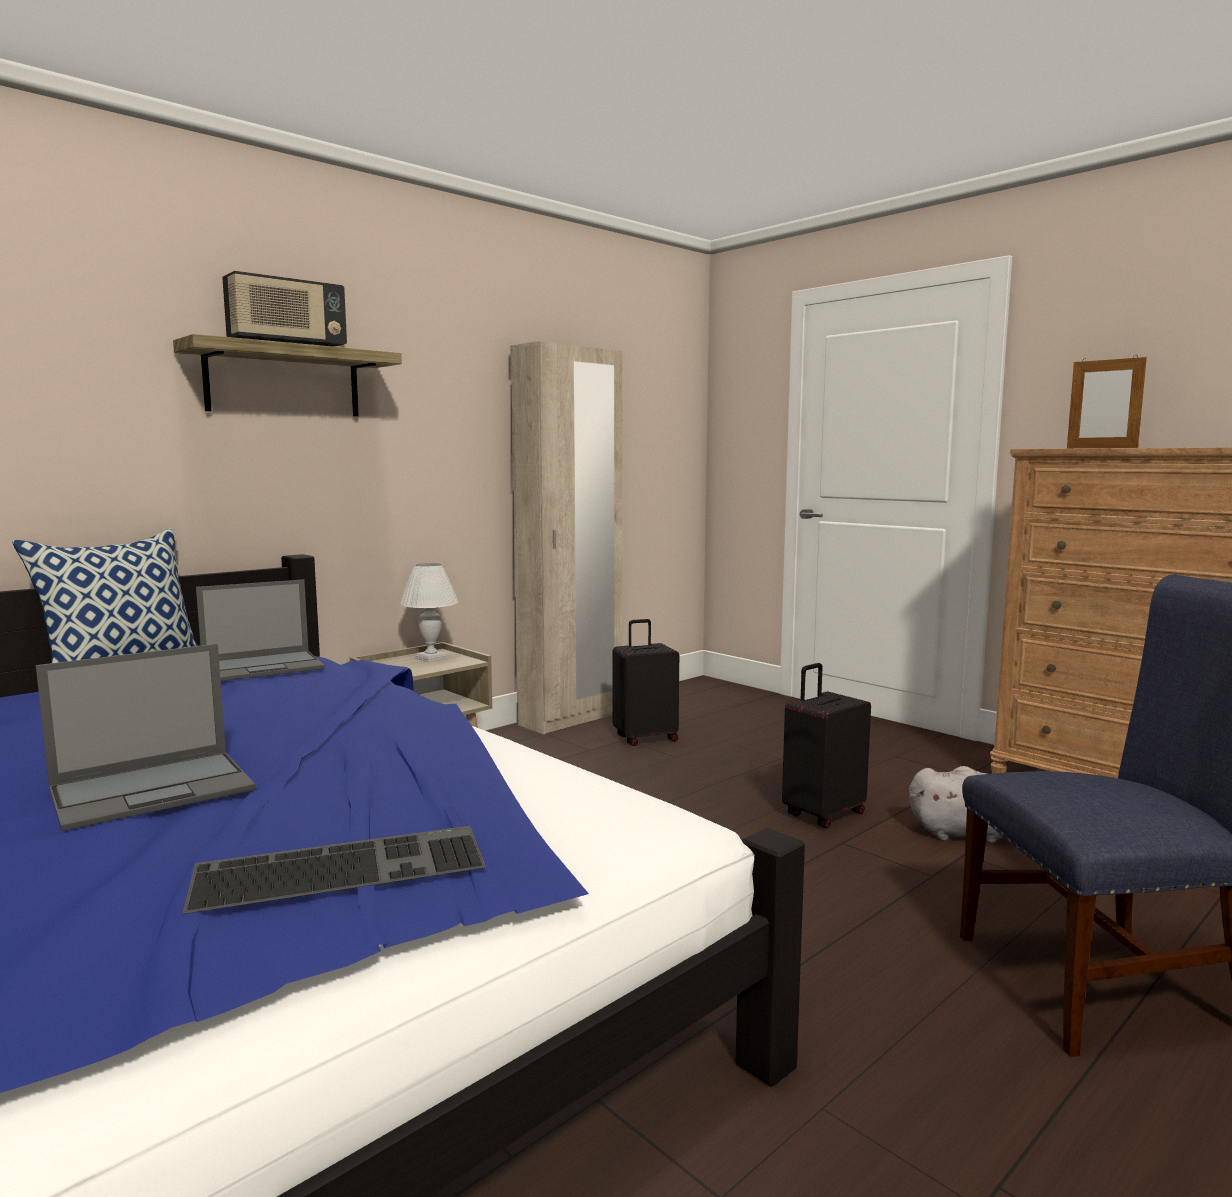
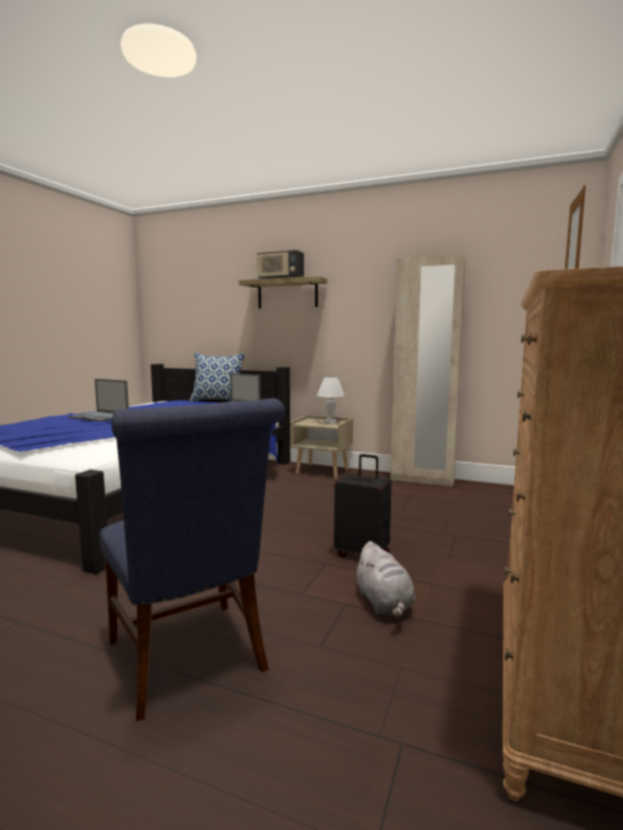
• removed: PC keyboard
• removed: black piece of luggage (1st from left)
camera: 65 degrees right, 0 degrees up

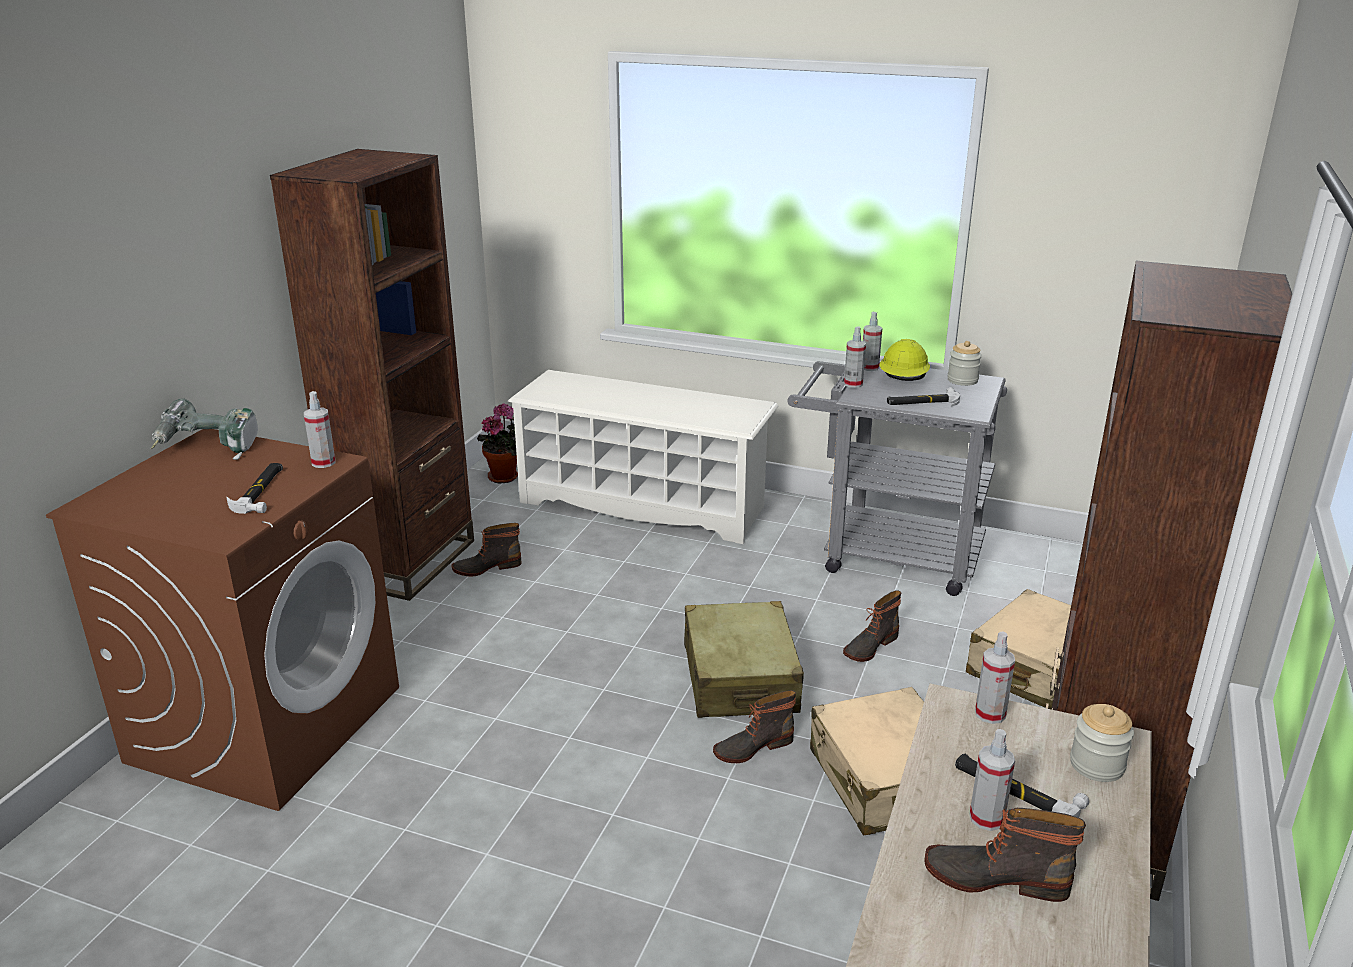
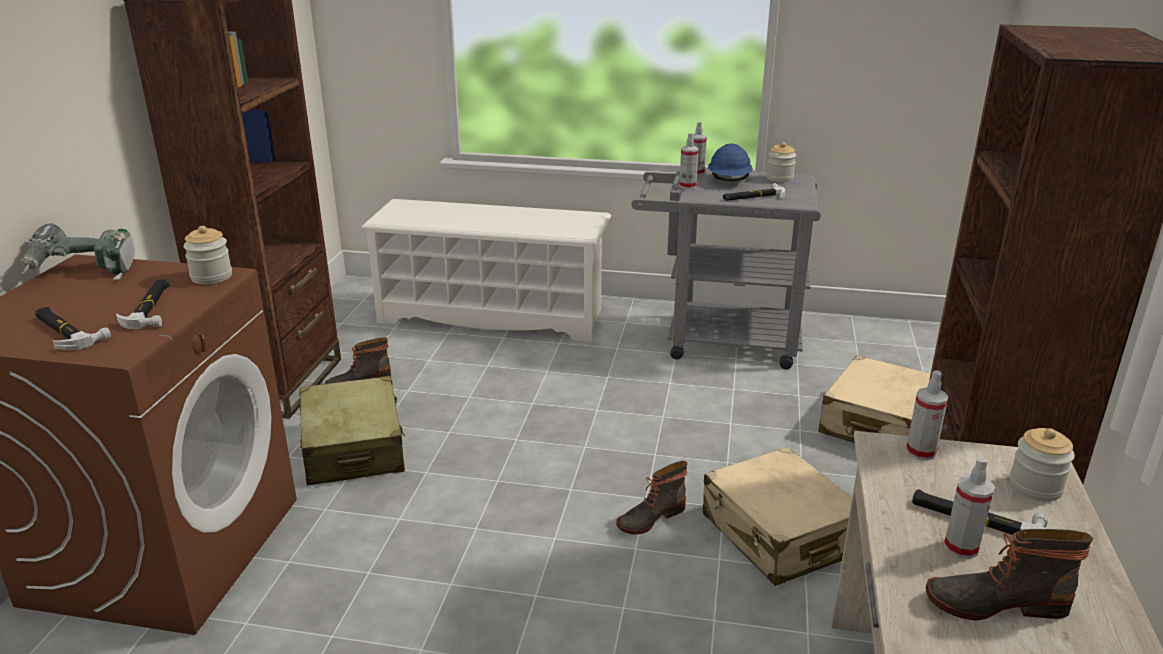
• removed: potted plant
• removed: tall boot (3rd from left)
• added: hand hammer (1st from left)
• moved: beige-coloured piece of luggage (1st from left)
• replaced: sprayer (1st from left) to preserve jar (1st from left)
• recoloured: yellow safety helmet to blue-coloured safety helmet
camera: 10 degrees left, 0 degrees up

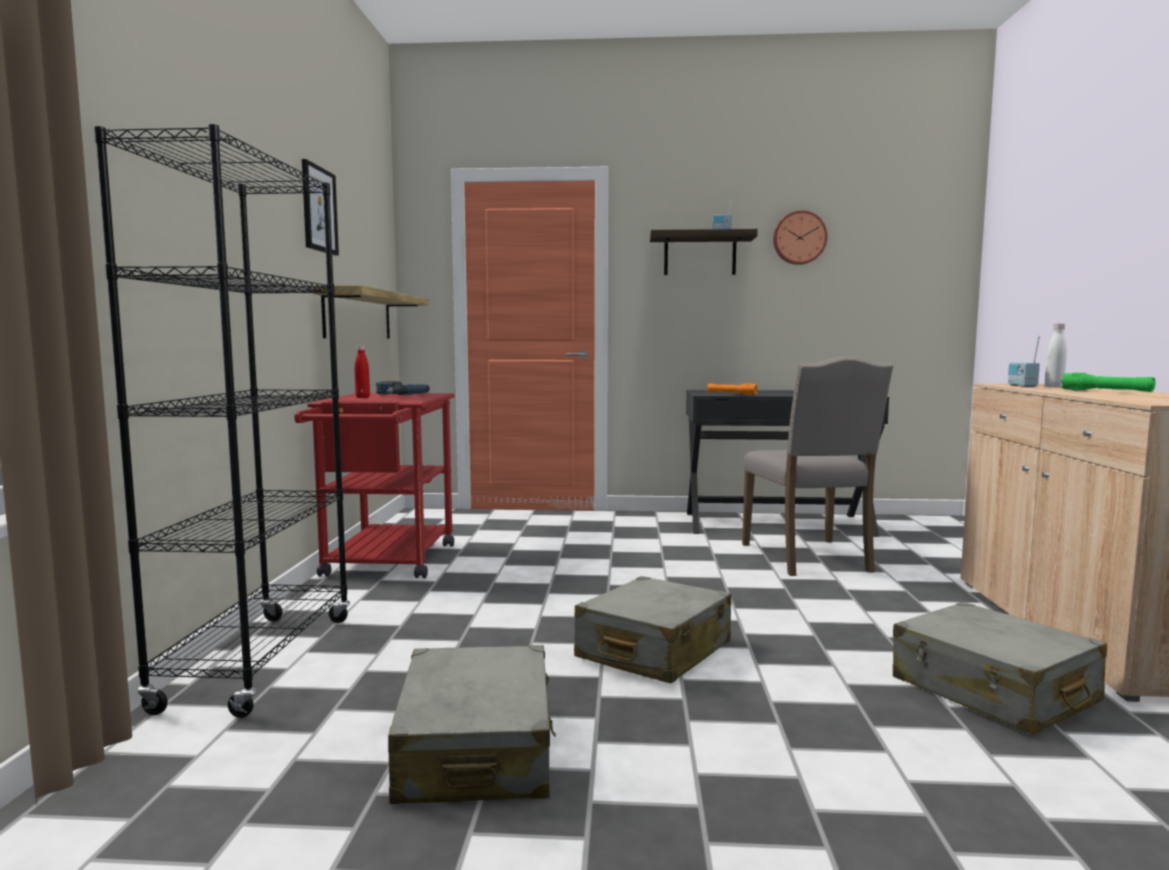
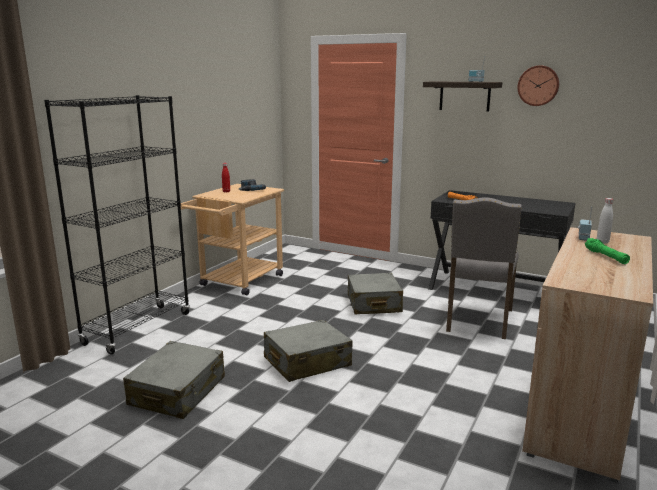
• removed: wall picture
• removed: shelf (1st from left)
• moved: grey piece of luggage (3rd from left)
• recoloured: red-coloured trolley to beige-coloured trolley
camera: 25 degrees right, 10 degrees up

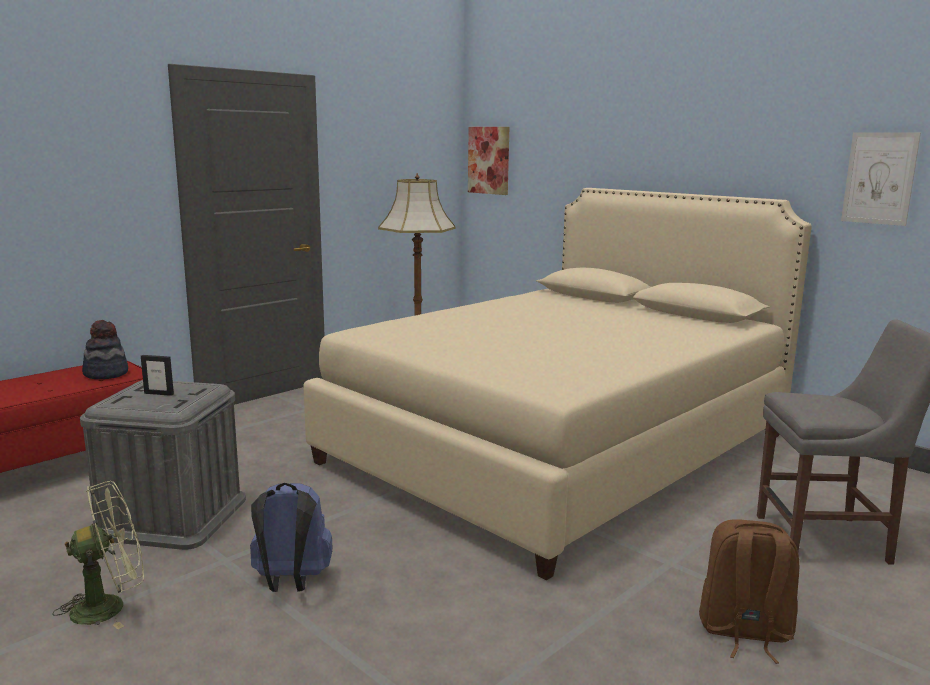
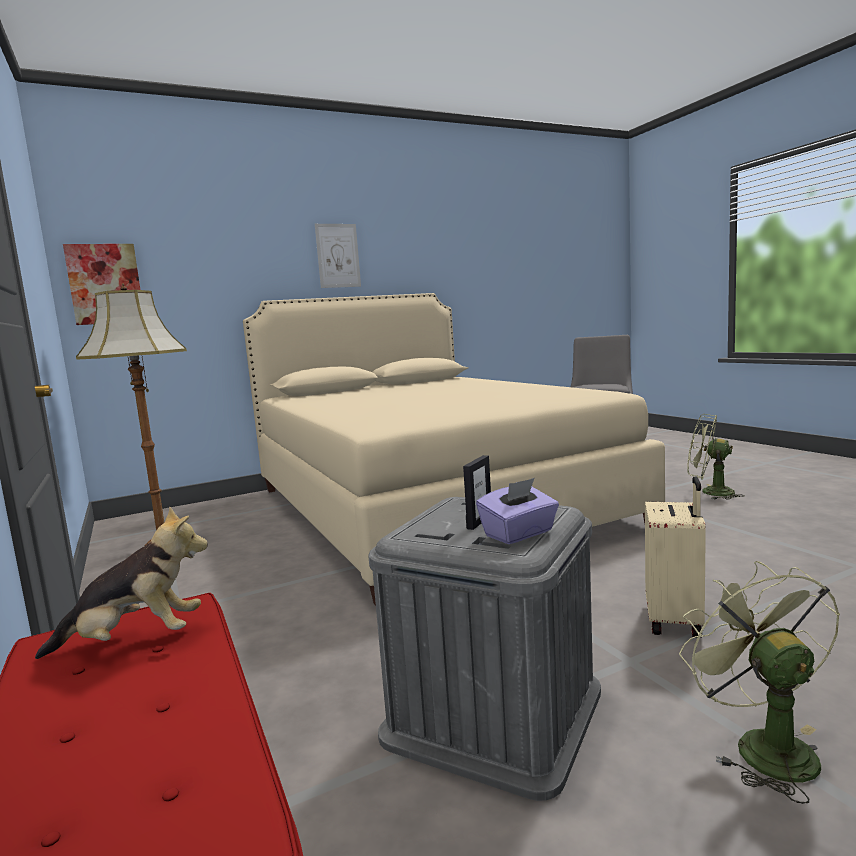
• added: purplish tissue box
• moved: wall picture (2nd from left)
• replaced: wearable hat to soft toy
• replaced: blue-coloured rucksack to beige-coloured piece of luggage
• replaced: brownish rucksack to greenish fan (1st from left)
camera: 70 degrees left, 5 degrees down

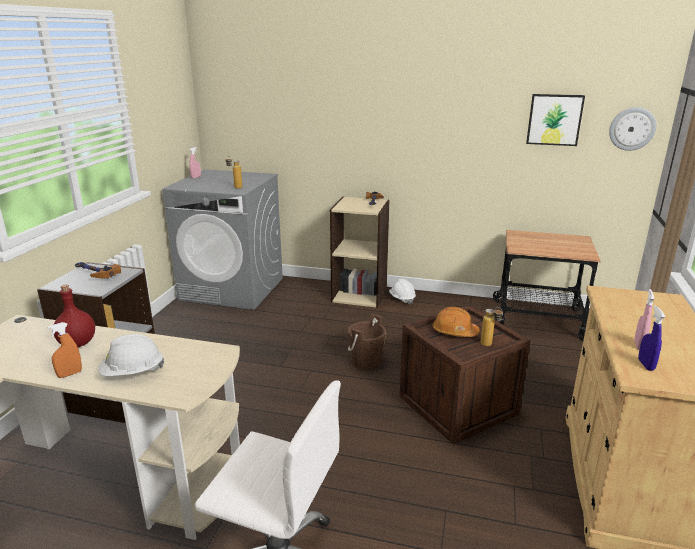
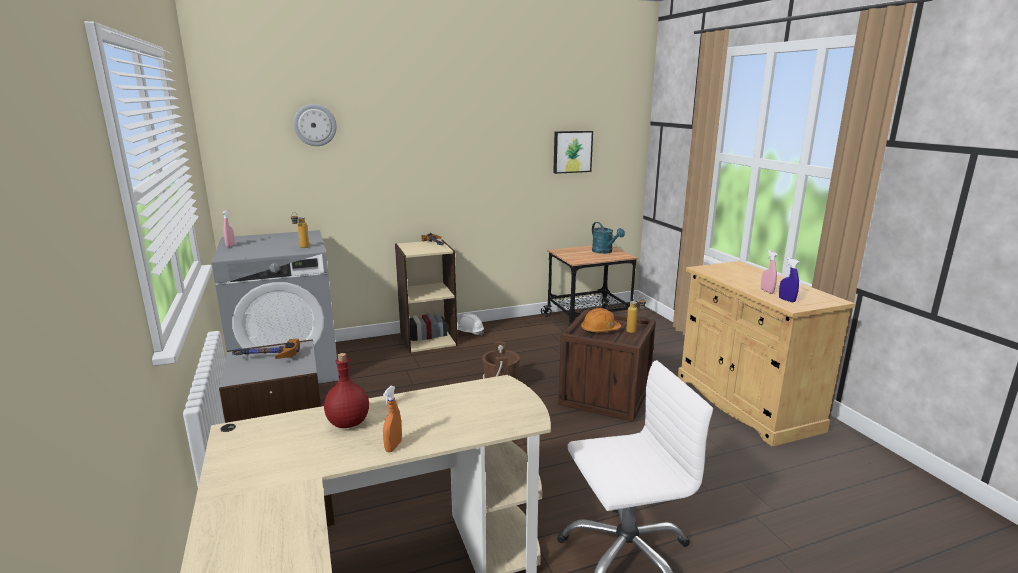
• removed: white safety helmet (1st from left)
• added: turquoise watering pot
• moved: clock on the wall
camera: 35 degrees left, 5 degrees down

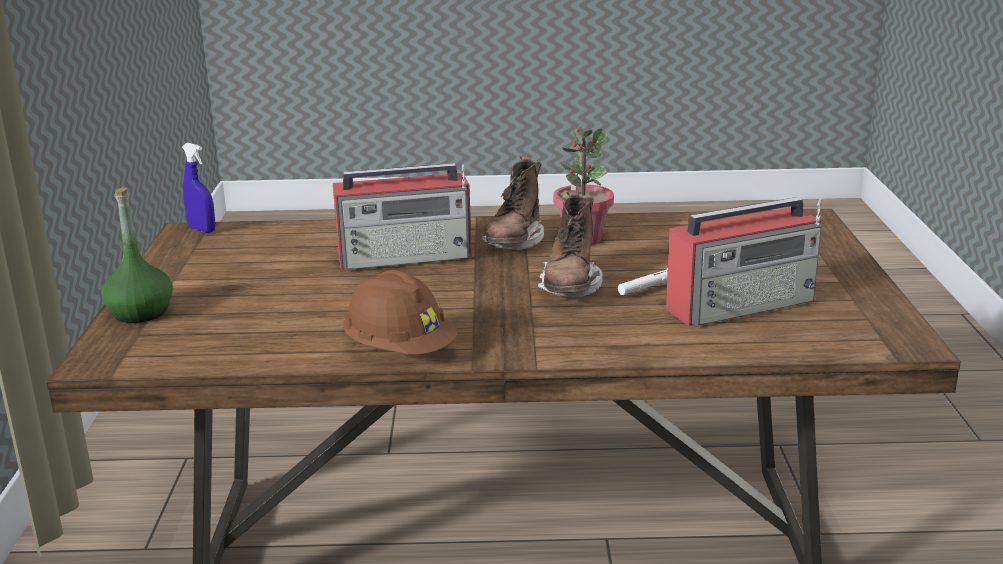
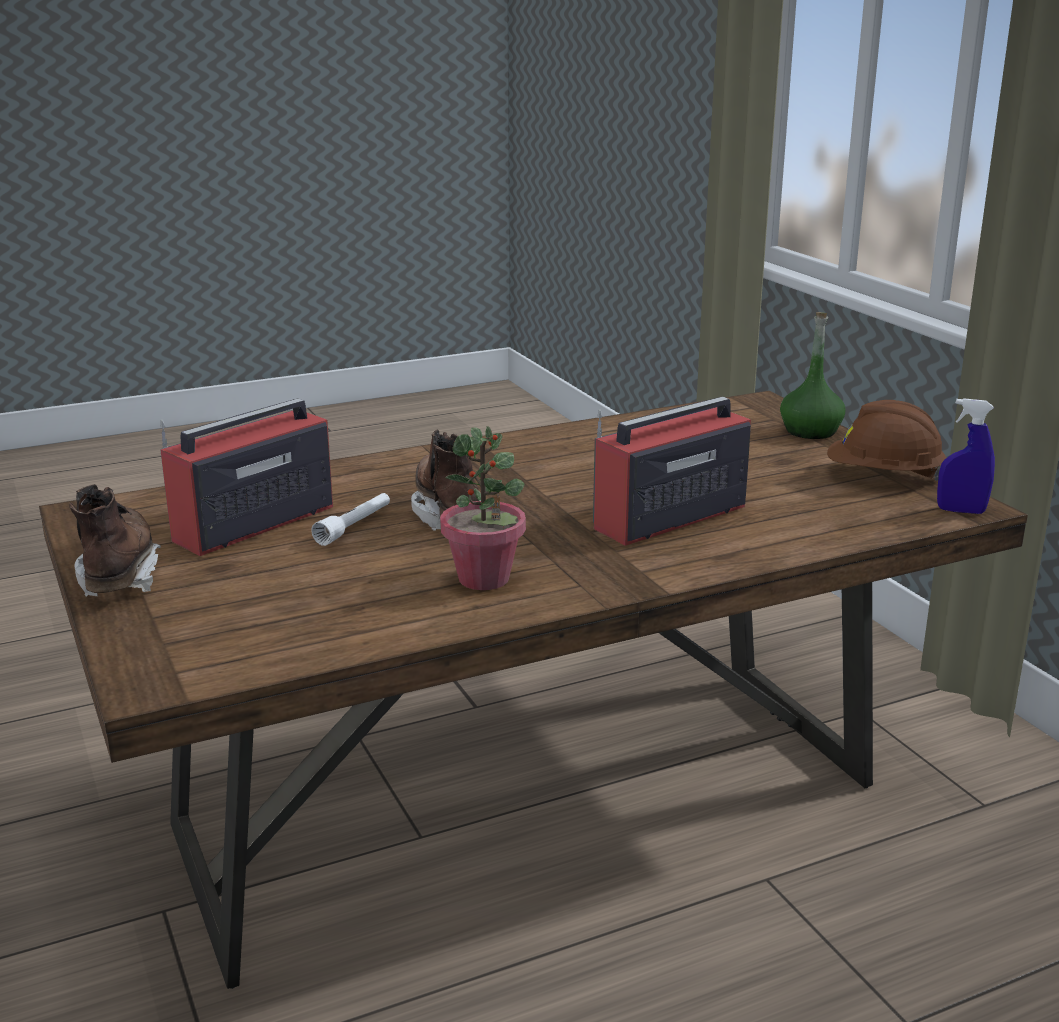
• moved: brownish safety helmet
• moved: brownish tall boot (1st from left)
camera: 155 degrees right, 0 degrees up

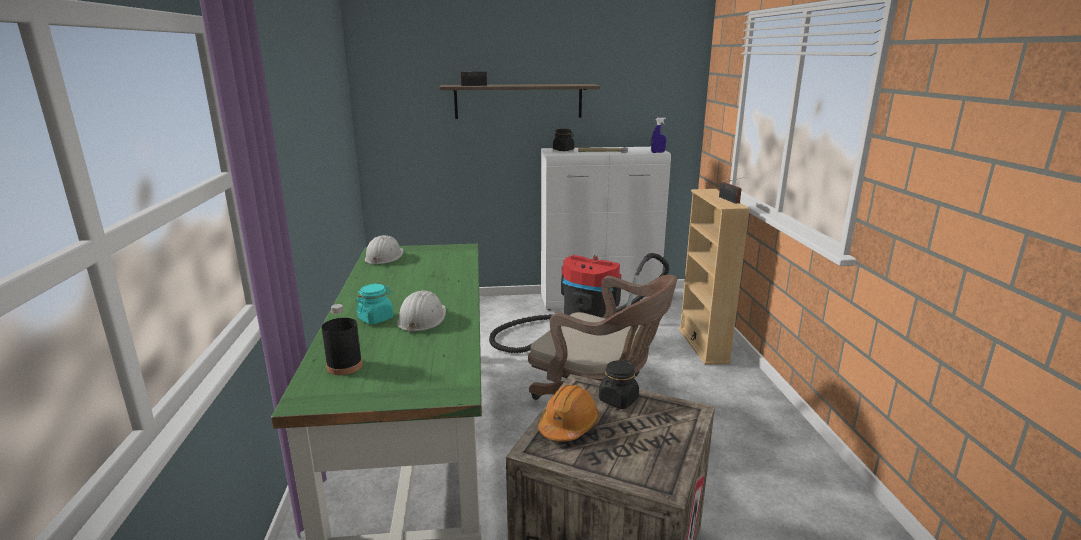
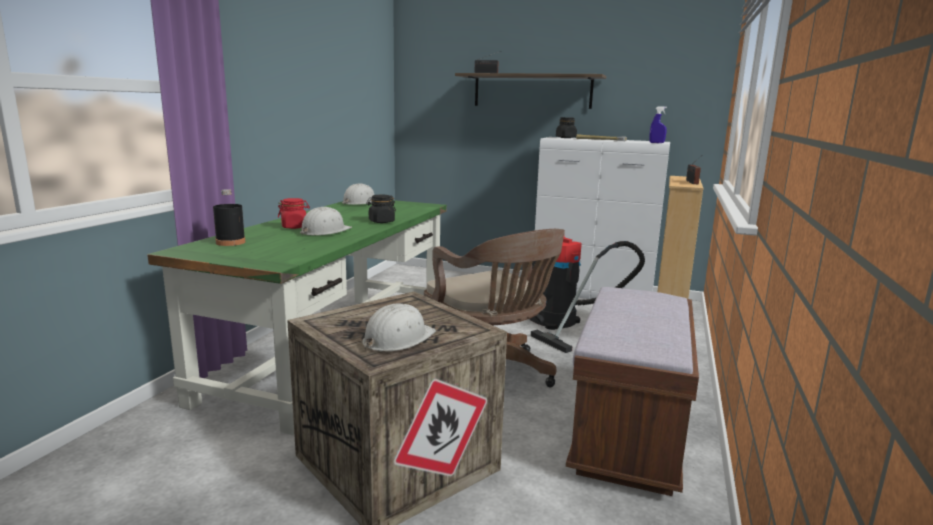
• removed: orangey safety helmet
• added: white safety helmet (3rd from left)
• added: brownish indoor bench
• moved: black preserve jar (2nd from left in the first image) to black preserve jar (1st from left)
• recoloured: turquoise preserve jar to red-coloured preserve jar
camera: 25 degrees right, 5 degrees down

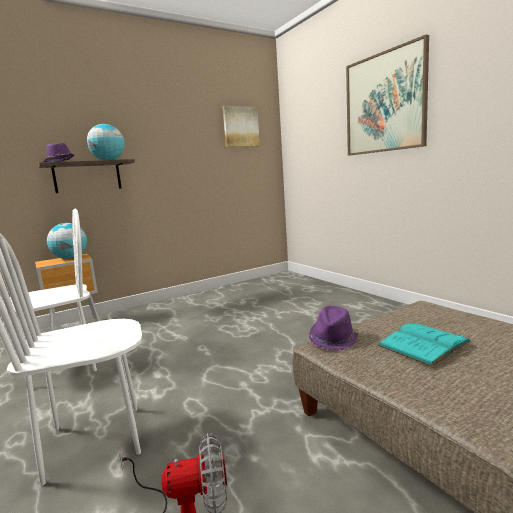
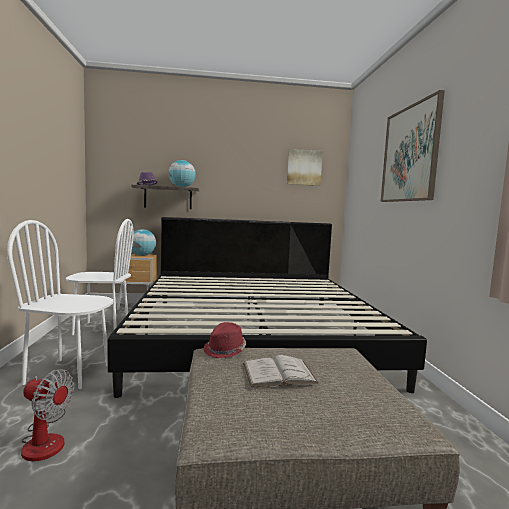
• added: bedroom bed
• recoloured: purplish wearable hat (2nd from left) to red-coloured wearable hat
• recoloured: turquoise book to white book
camera: 25 degrees right, 5 degrees down

